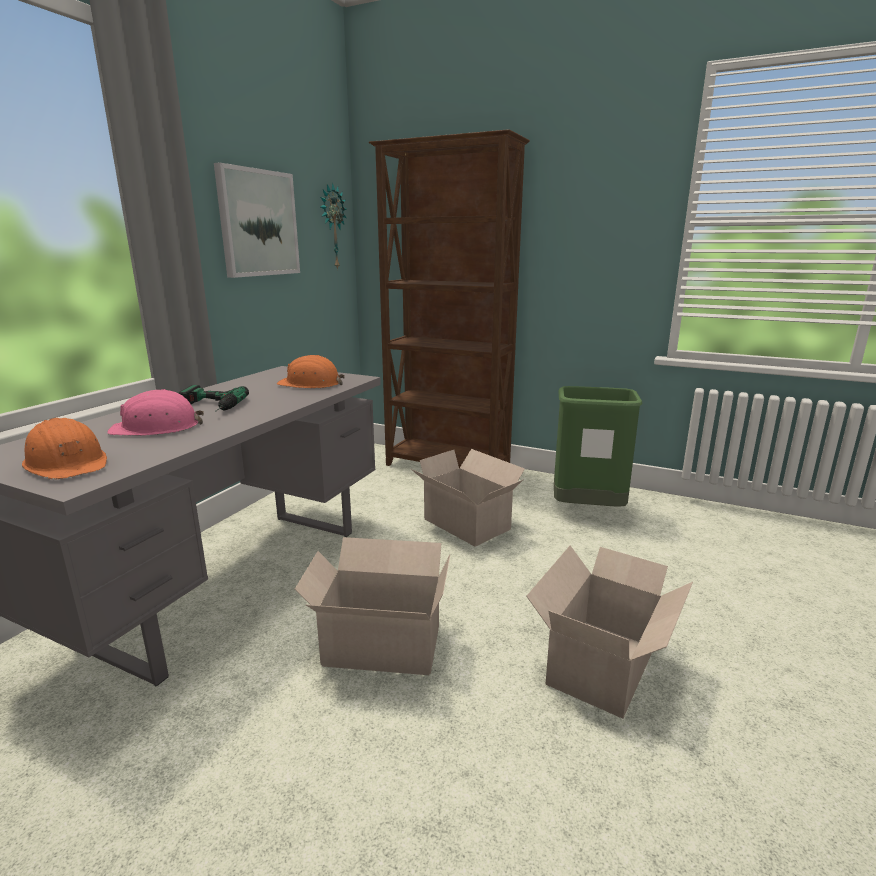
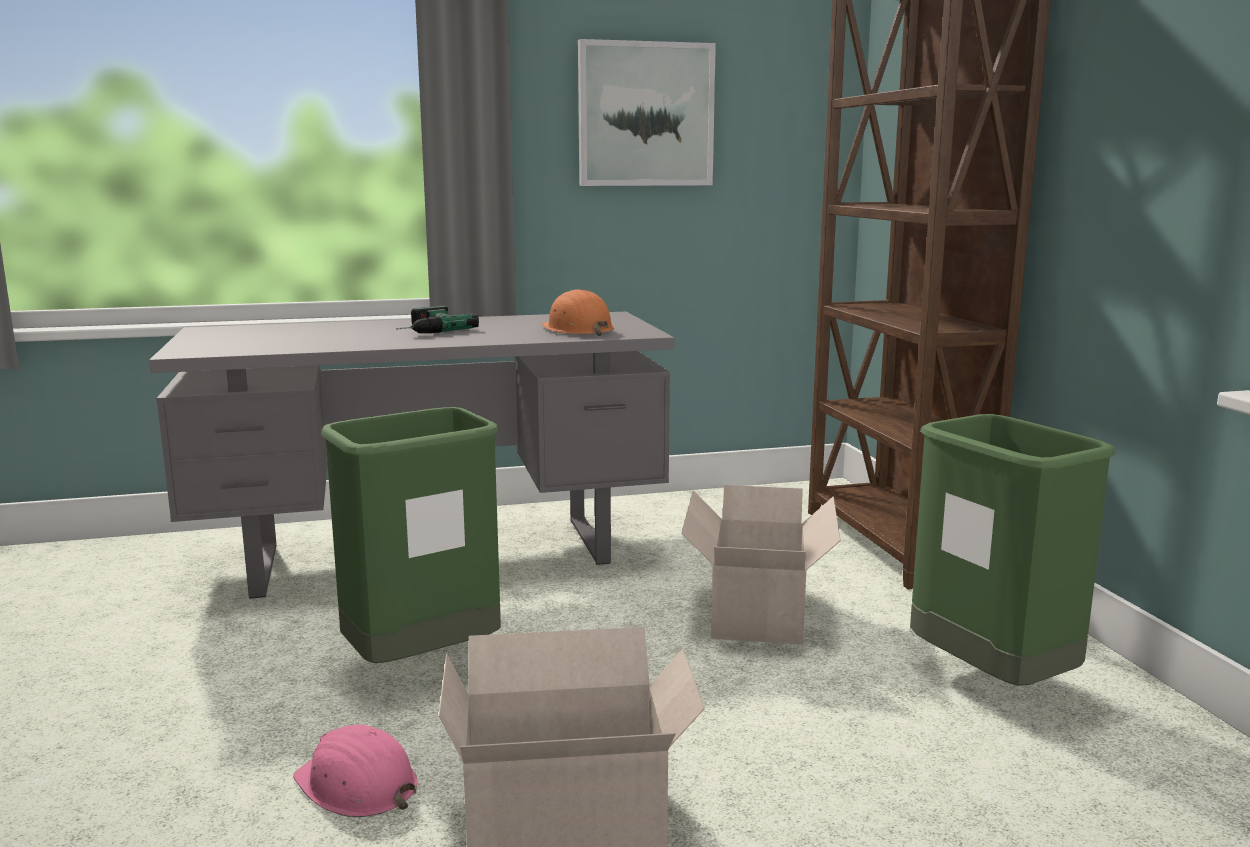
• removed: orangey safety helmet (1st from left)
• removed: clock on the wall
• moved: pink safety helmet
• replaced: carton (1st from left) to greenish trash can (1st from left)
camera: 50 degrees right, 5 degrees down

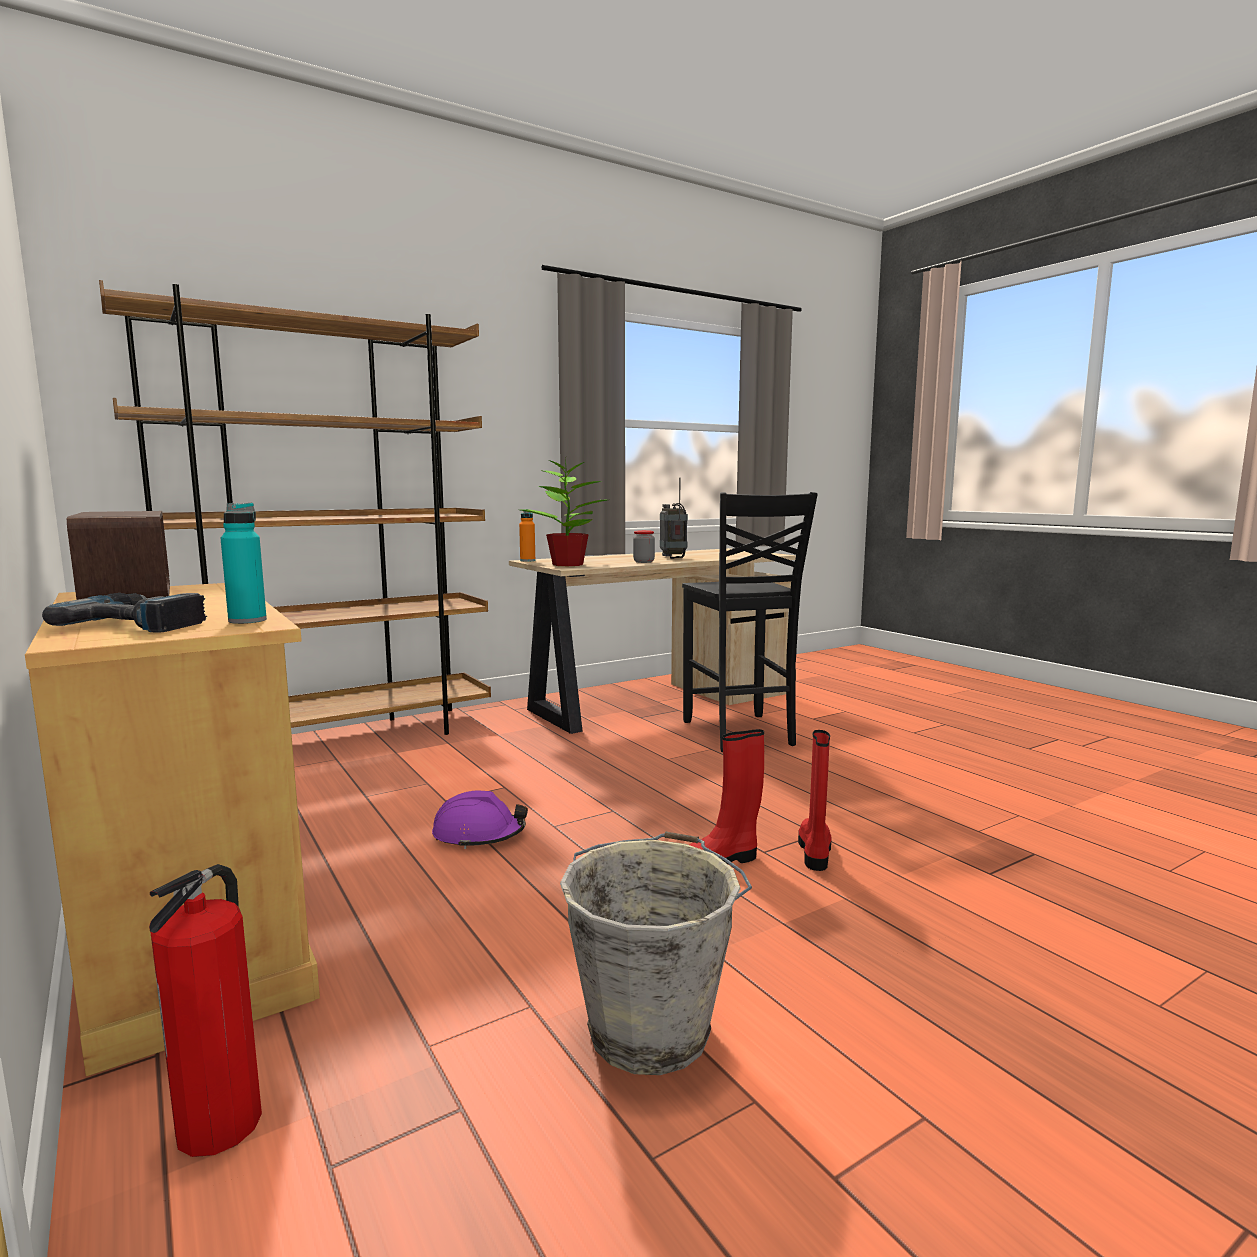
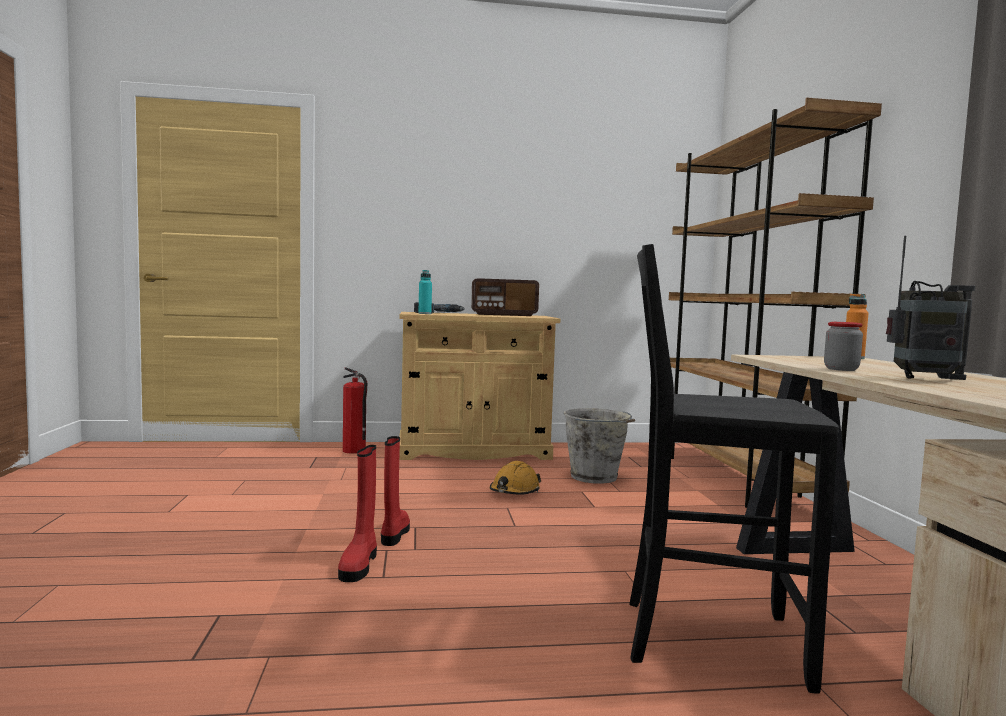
• removed: potted plant
• moved: grey water bucket
• recoloured: purplish safety helmet to orangey safety helmet
• turned: red-coloured tall boot (2nd from left in the first image) 60 degrees clockwise
camera: 115 degrees right, 5 degrees down

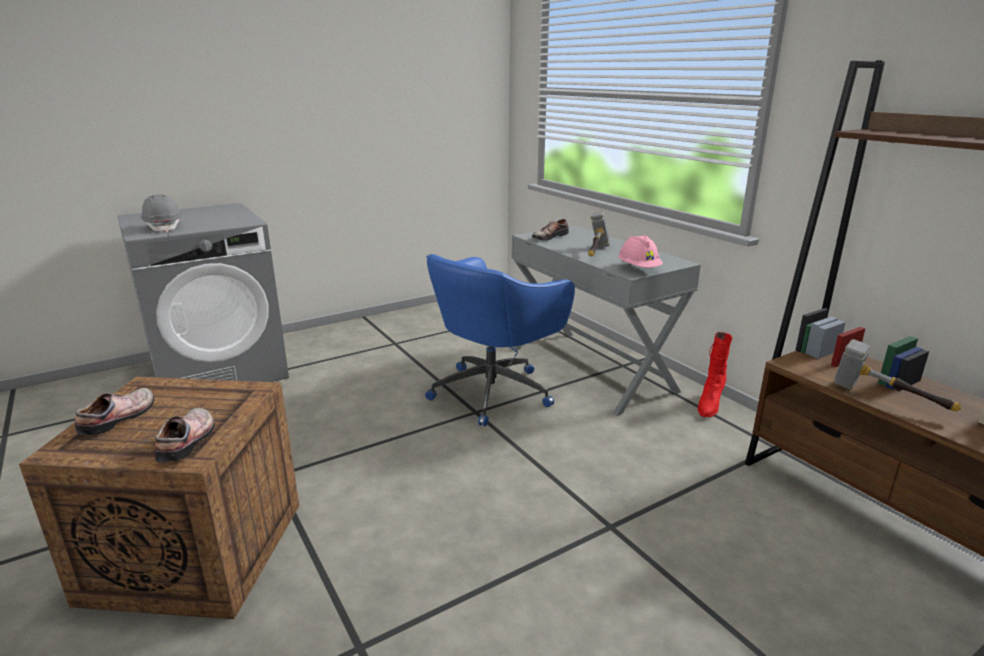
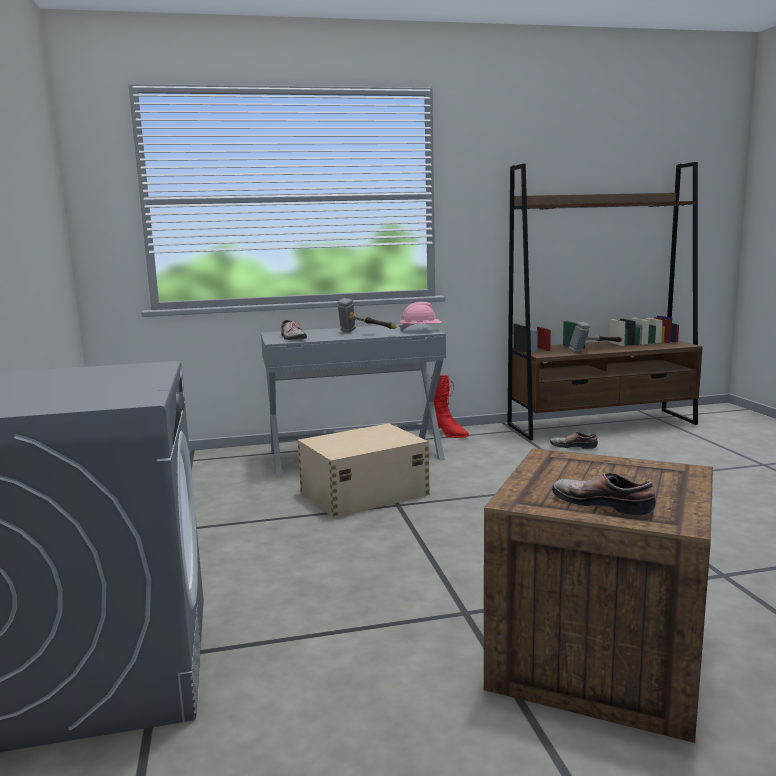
• removed: grey safety helmet
• moved: item of footwear (2nd from left)
• replaced: blue-coloured desk chair to beige-coloured storage container
camera: 70 degrees left, 10 degrees down

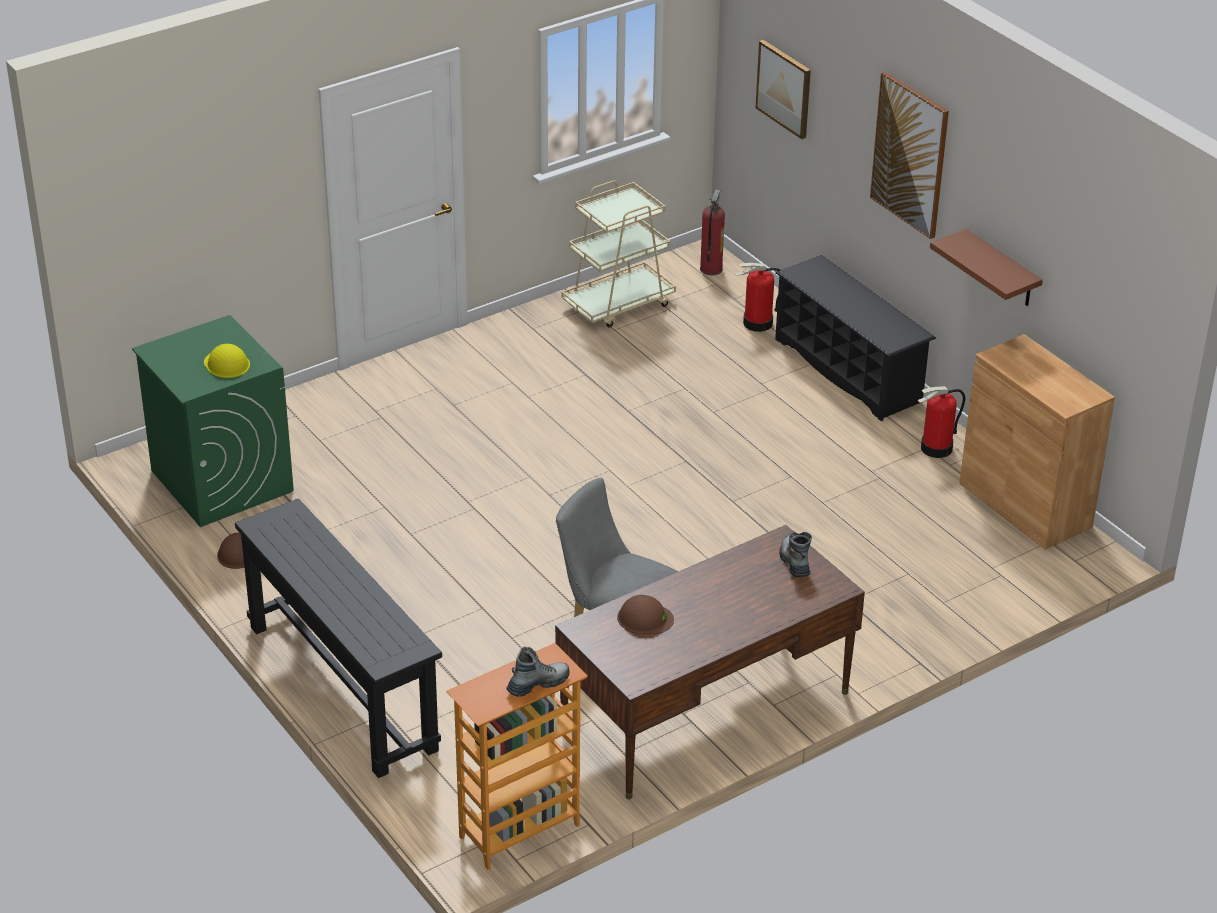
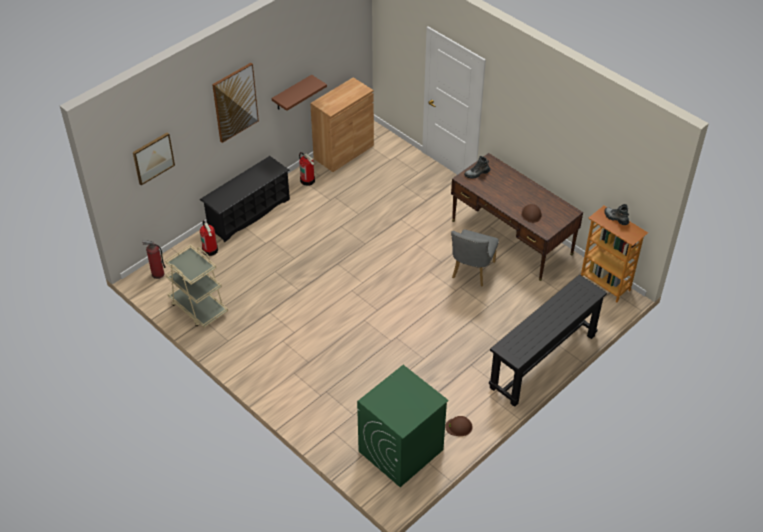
• removed: yellow safety helmet
camera: 100 degrees left, 10 degrees up

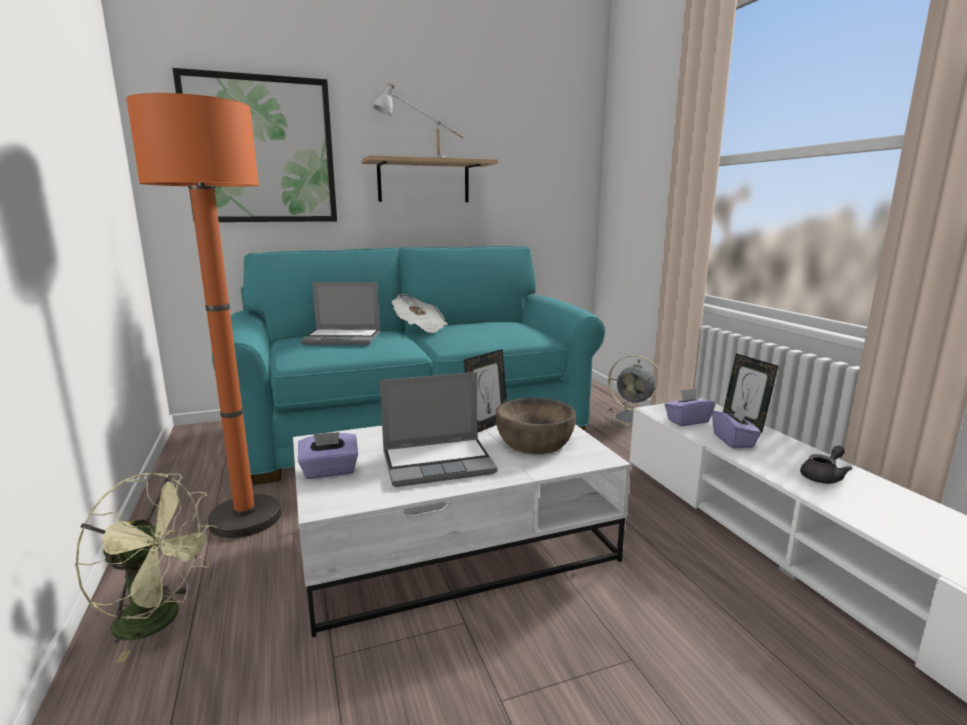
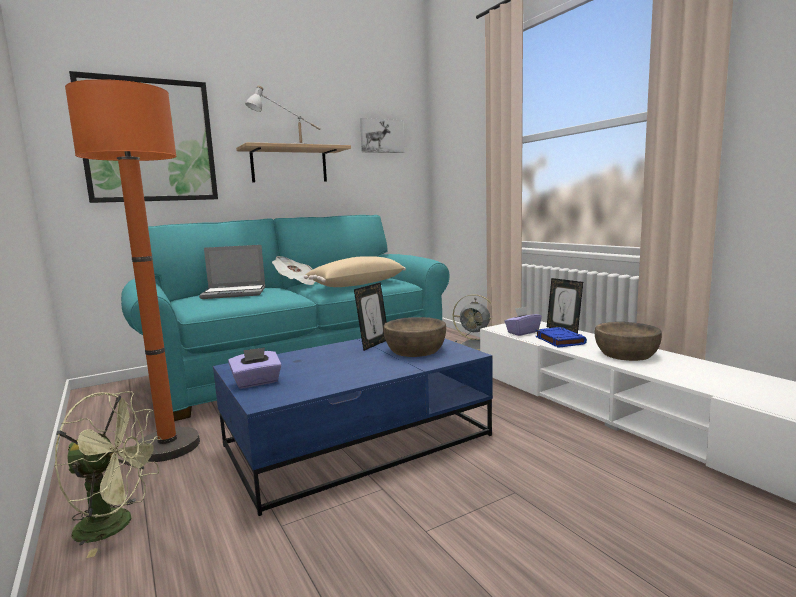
• removed: laptop (2nd from left)
• added: beige-coloured pillow
• added: wall picture (2nd from left)
• replaced: purplish tissue box (3rd from left) to blue-coloured book
• replaced: grey teapot to brownish deep dish (2nd from left)
• recoloured: white low table to blue-coloured low table
camera: 10 degrees left, 5 degrees down

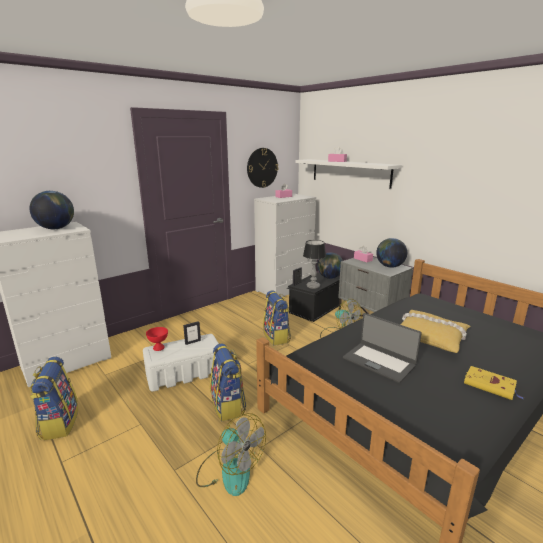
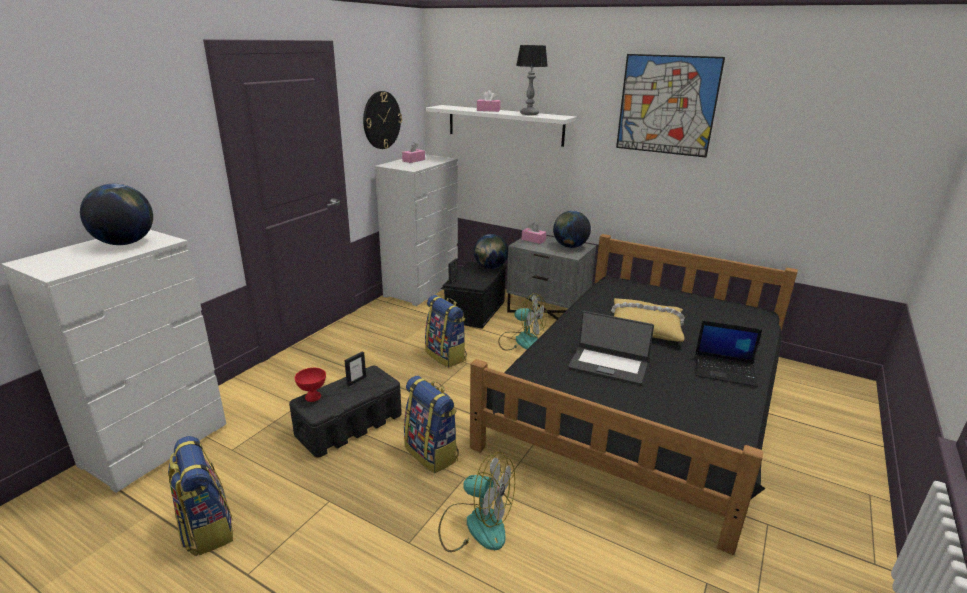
• added: wall picture
• moved: lamp for a table
• replaced: yellow book to laptop (2nd from left)
• recoloured: white storage container to black storage container (1st from left)
camera: 20 degrees left, 5 degrees up

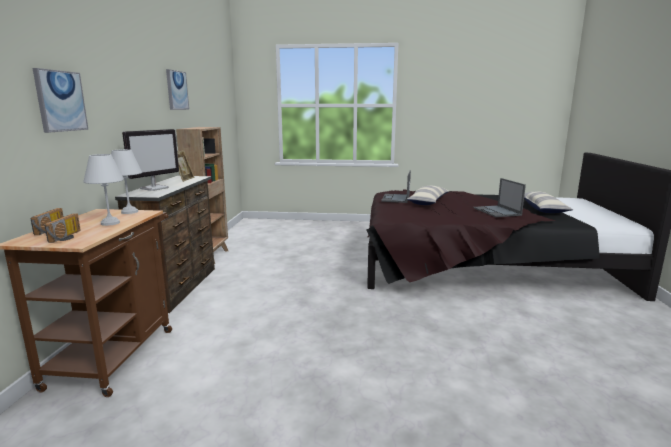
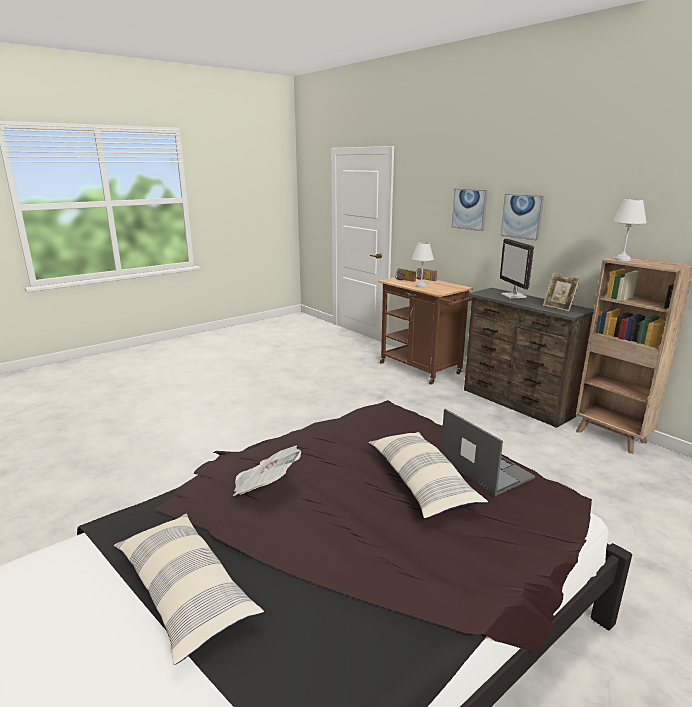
• moved: white lamp for a table (2nd from left)
• moved: wall picture (2nd from left)
• replaced: laptop (2nd from left) to printed paper
camera: 135 degrees right, 5 degrees up

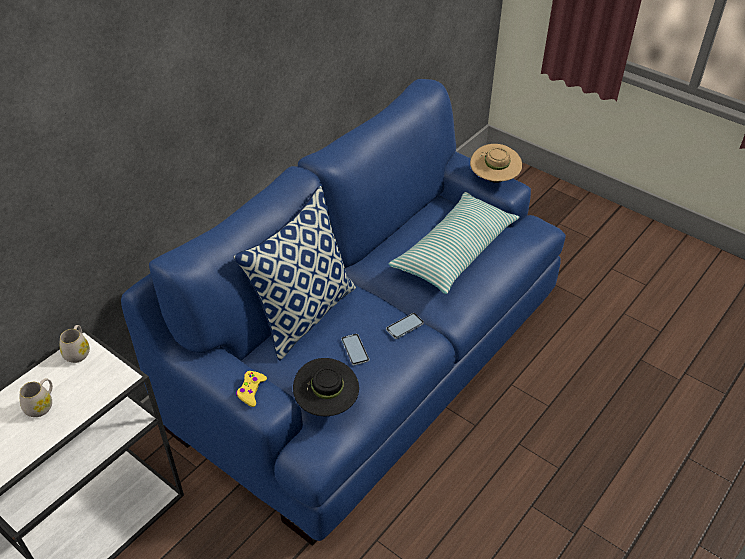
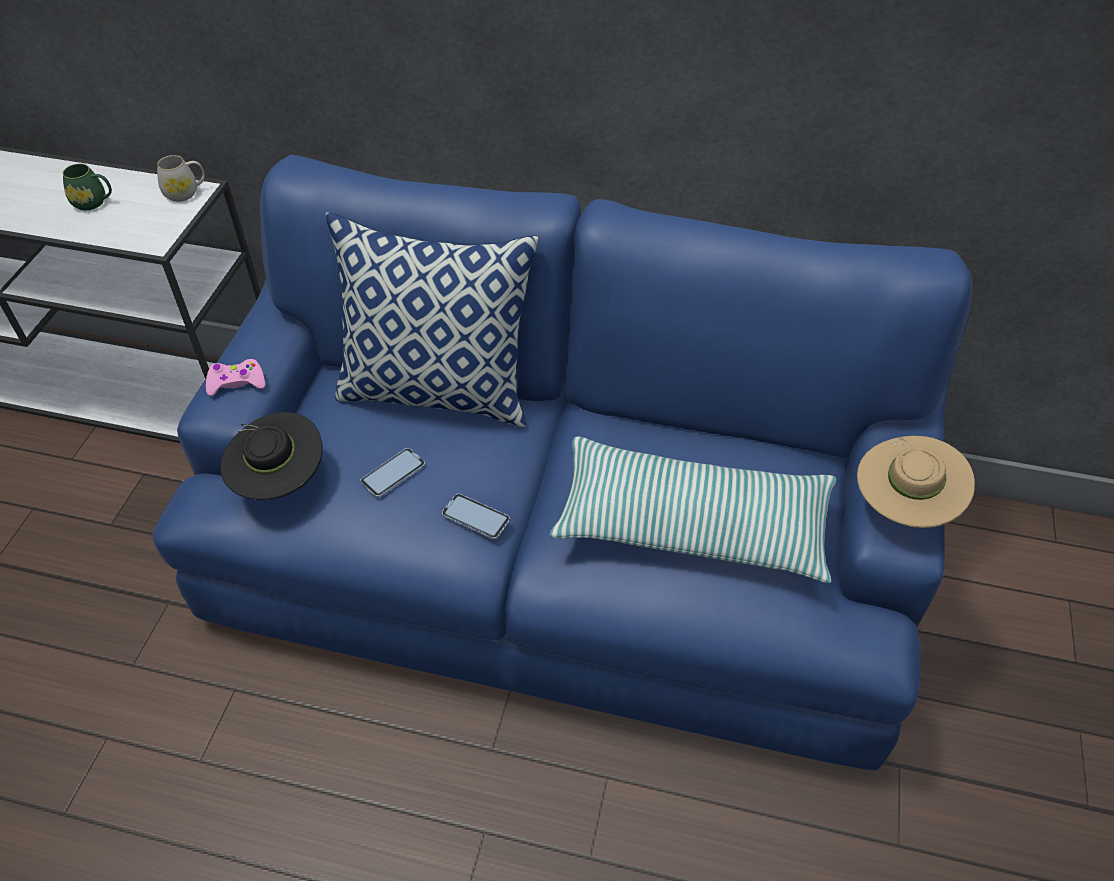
• recoloured: white tea mug (1st from left) to greenish tea mug
• recoloured: yellow game controller to pink game controller
camera: 65 degrees right, 5 degrees up

